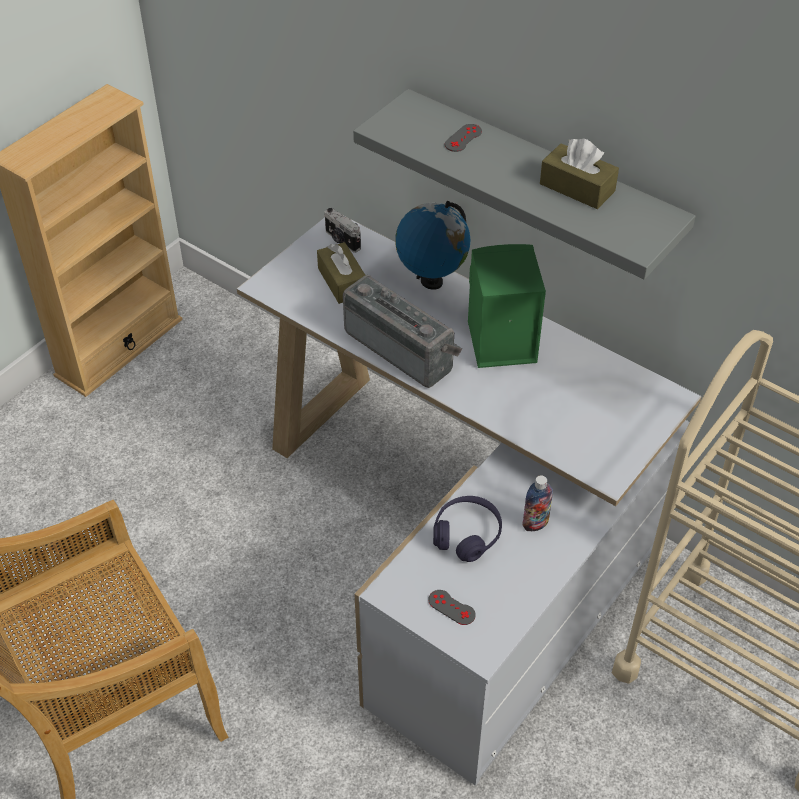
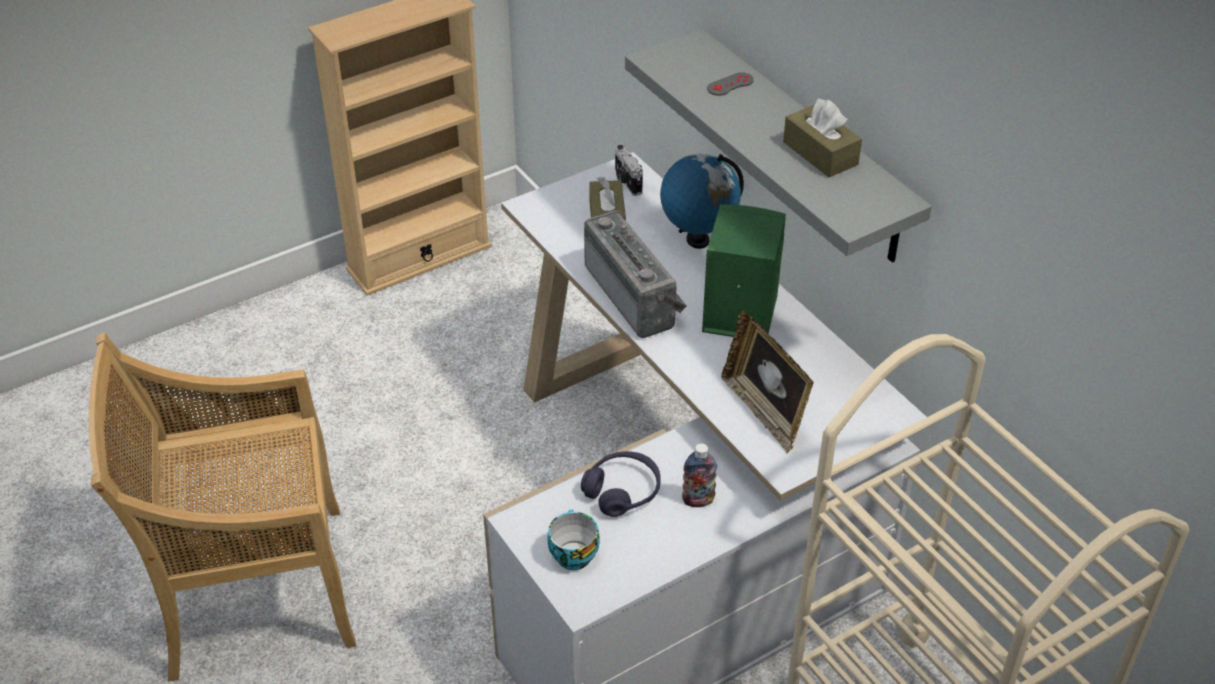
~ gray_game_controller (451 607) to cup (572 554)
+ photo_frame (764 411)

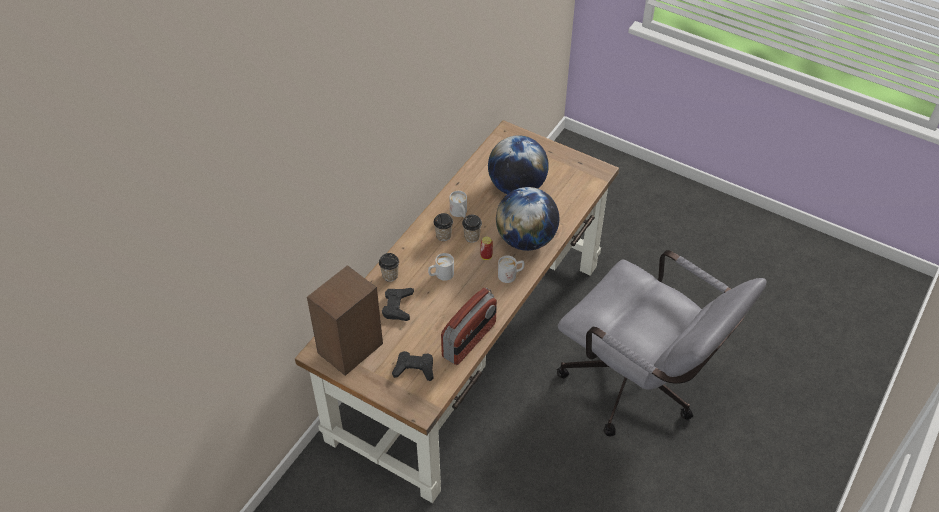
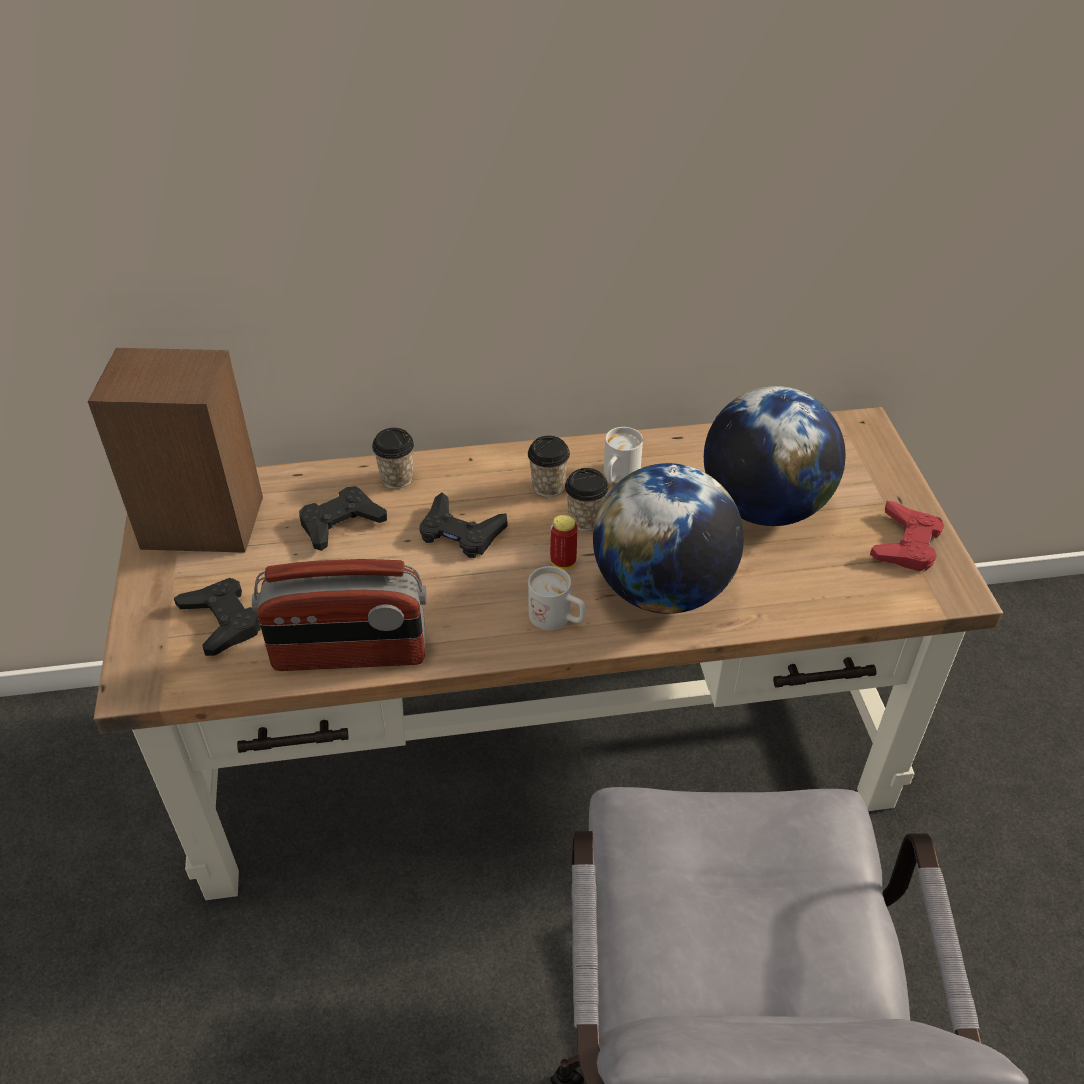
~ white_tea_mug (441 275) to black-coloured_game_controller (460 532)
+ red-coloured_game_controller (906 543)

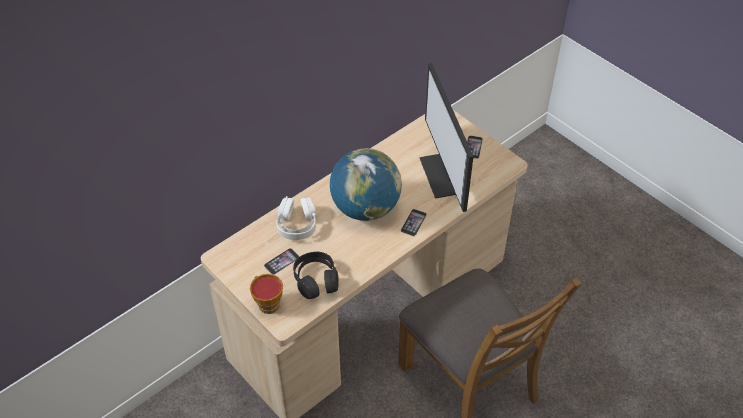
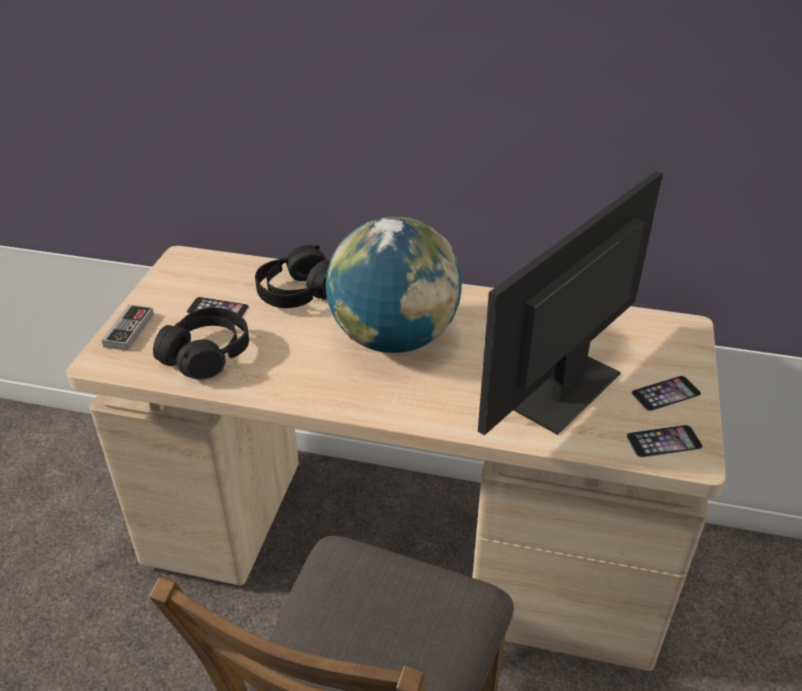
~ cup (267 303) to game_controller (129 330)
~ white_pair_of_headphones (297 225) to black-coloured_pair_of_headphones (298 292)
~ handset (413 222) to (664 441)

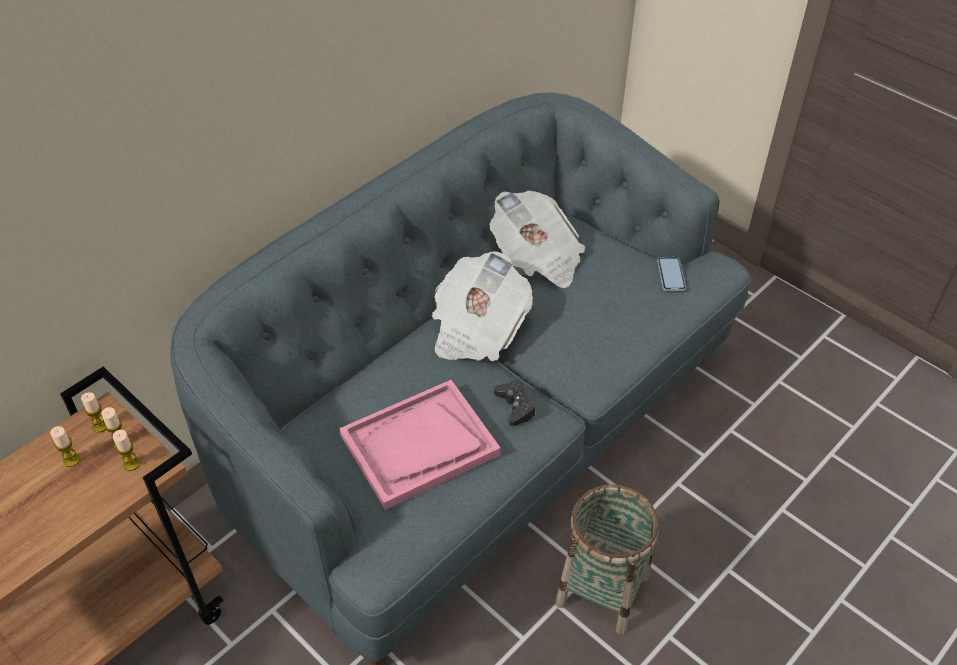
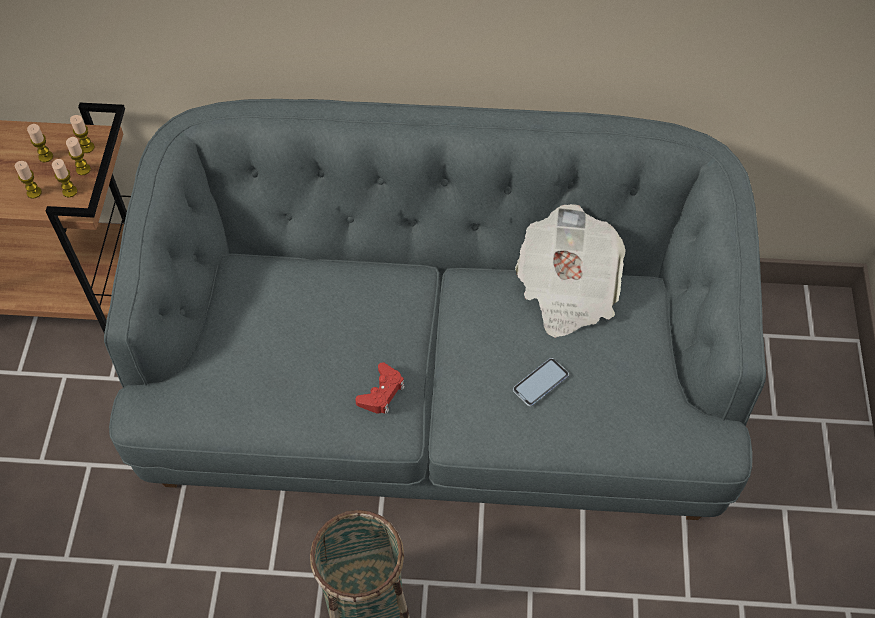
- pink-coloured_serving_tray (419 446)
- newspaper (477 328)
~ black-coloured_game_controller (515 406) to red-coloured_game_controller (381 393)
~ handset (671 275) to (540 383)
+ wax_candle (34 192)

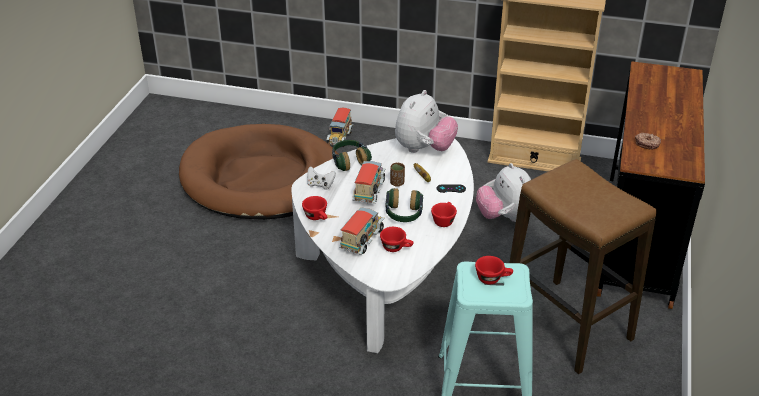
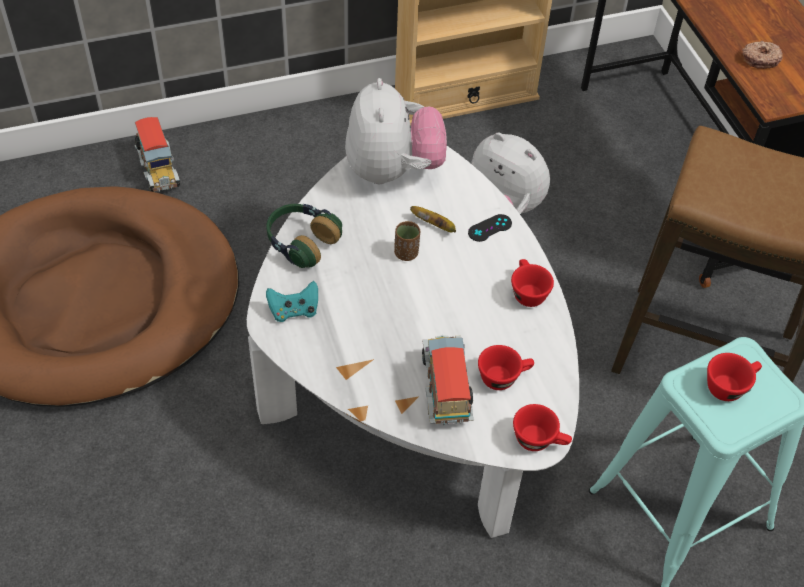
~ red-coloured_cup (317 217) to (539 440)
~ white_game_controller (320 185) to blue-green_game_controller (294 311)
- toy_truck (370 192)
- pair_of_headphones (403 214)

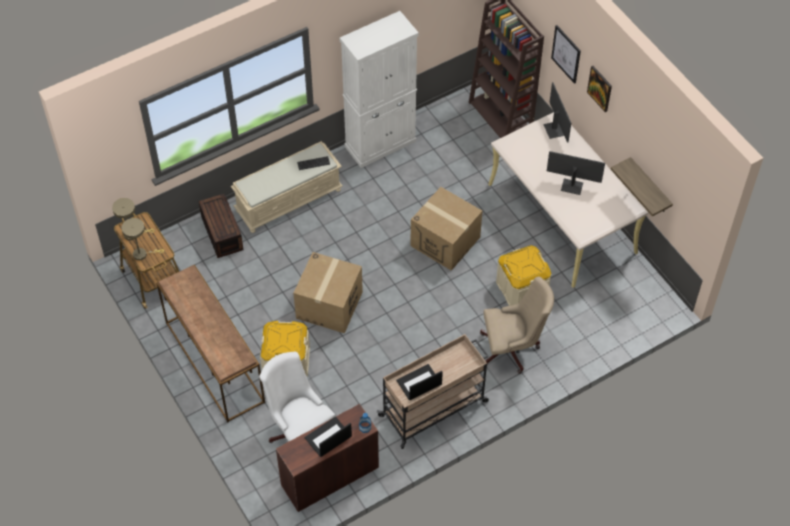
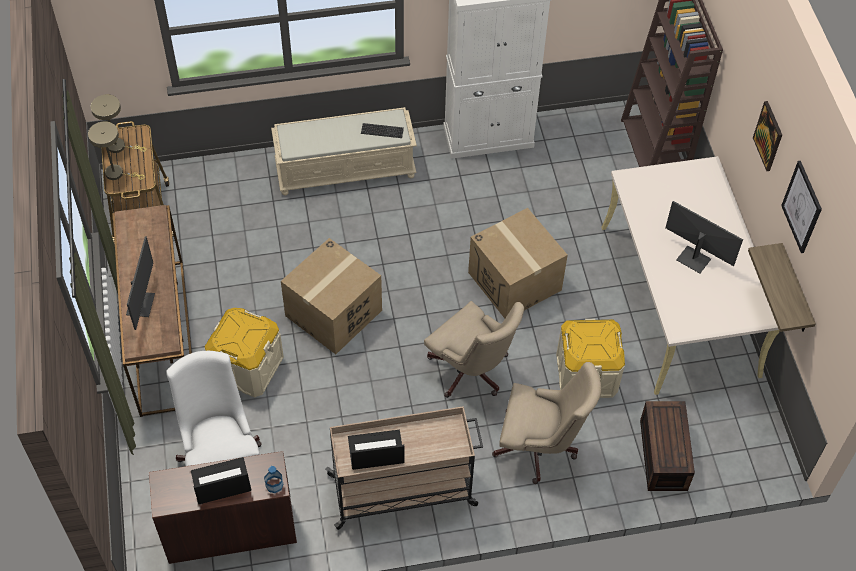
~ brown_storage_box (221 233) to (662 454)
~ monitor (554 129) to (141 304)
~ wall_art (566 54) to (802 207)
+ beige-coloured_desk_chair (472 372)

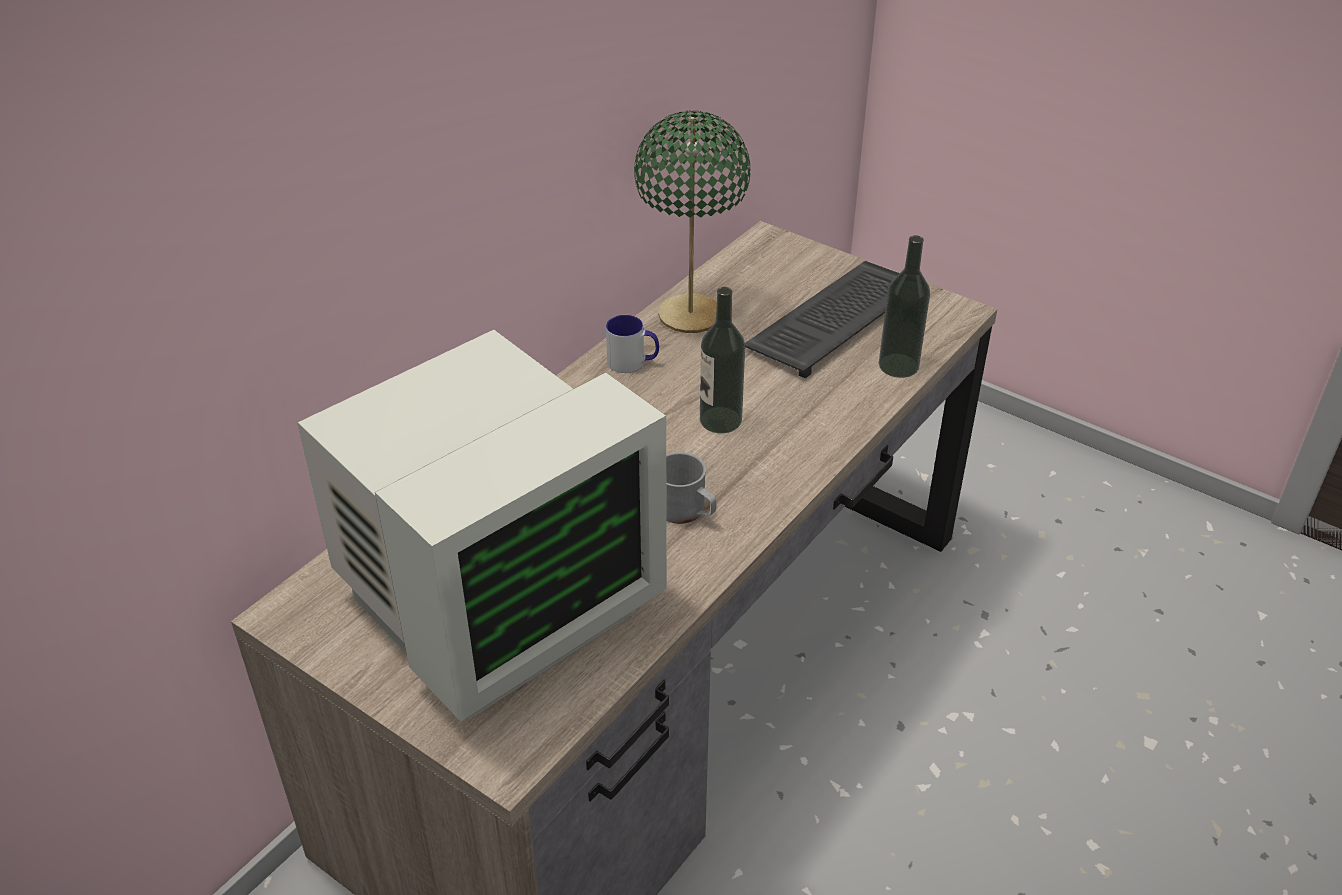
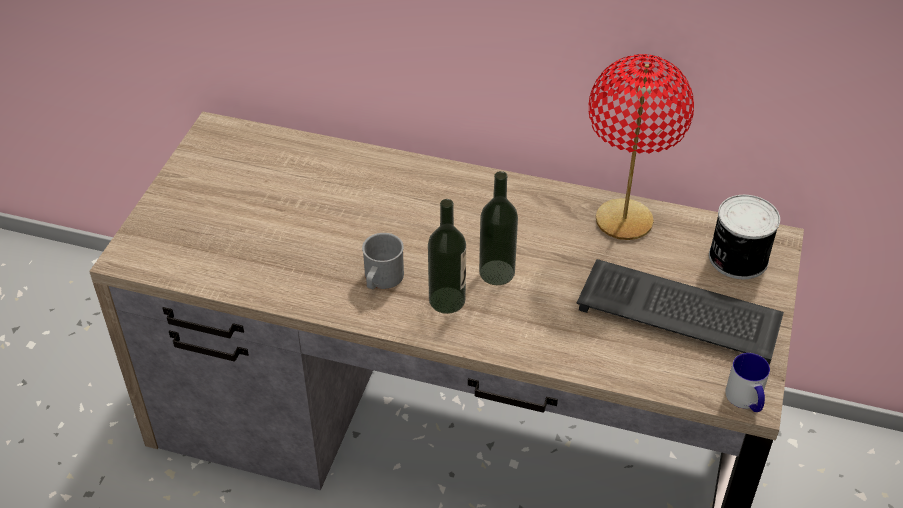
- monitor (493 604)
~ tea_mug (633 362) to (746 400)
~ green-coloured_tabletop_lamp (689 315) to red-coloured_tabletop_lamp (624 220)
~ bottle (898 365) to (447 300)
+ metal_can (736 257)

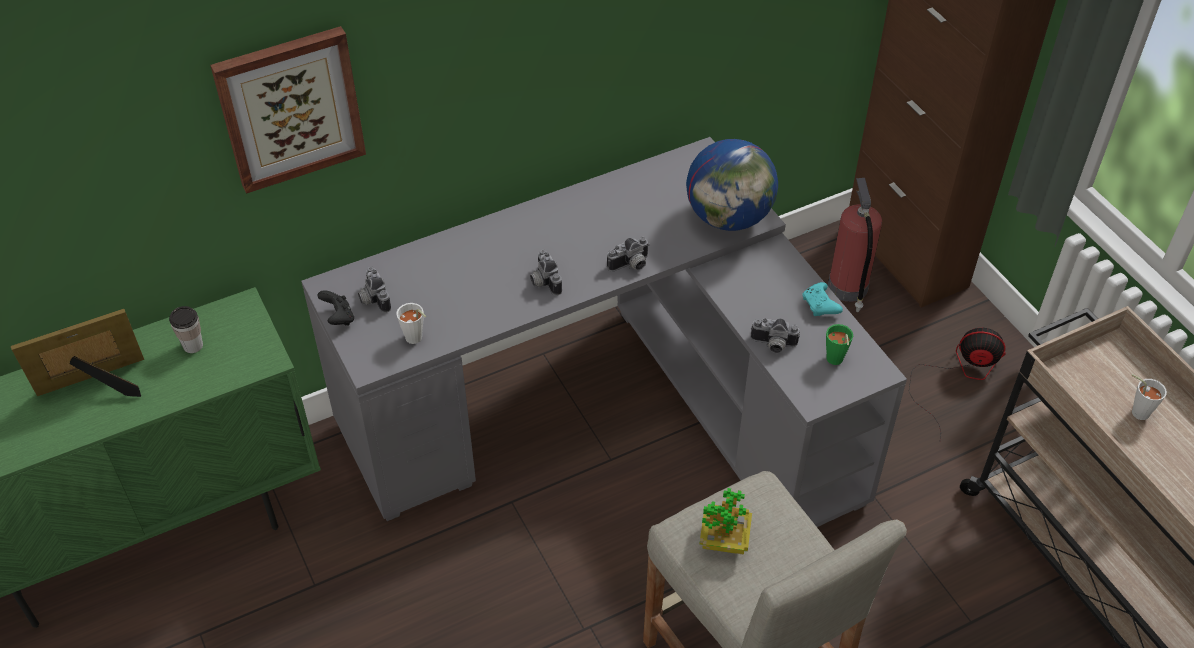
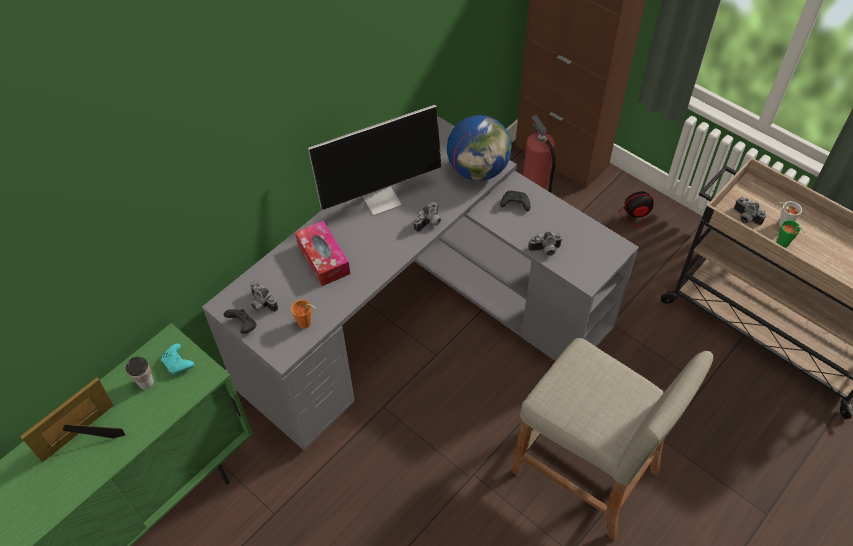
- wall_art (290 108)
~ white_cup (416 340) to orange_cup (307 324)
~ still_camera (543 281) to (745 218)
- plant_in_a_pot (724 539)
~ blue-green_game_controller (820 306) to (178 363)
~ green-coloured_cup (835 361) to (784 245)
+ tissue_box (323 259)
+ monitor (382 198)
+ black-coloured_game_controller (514 204)

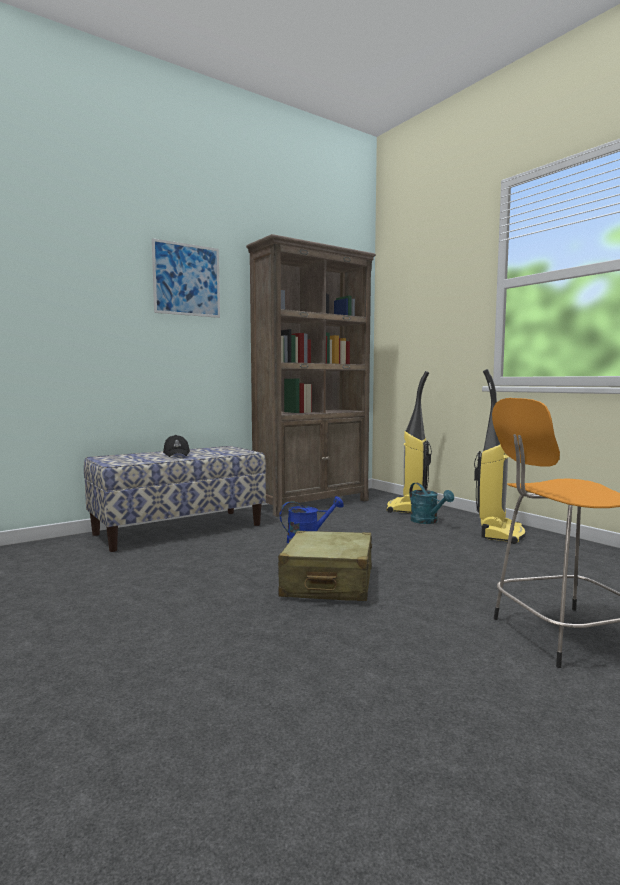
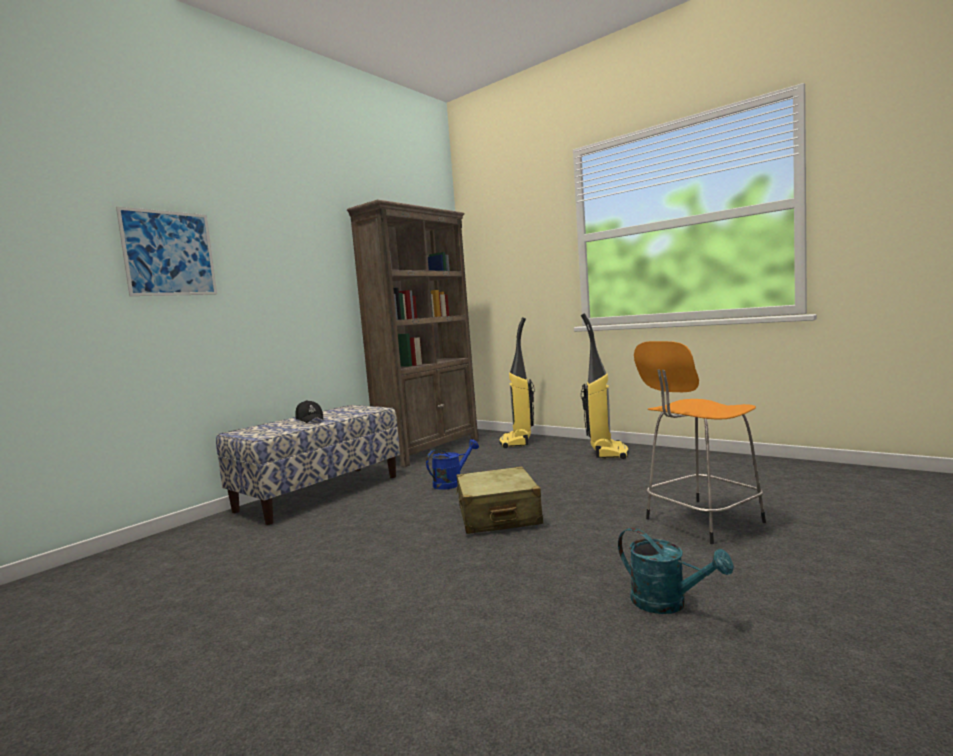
~ wall_art (187 280) to (169 253)
~ blue-green_watering_can (427 521) to (668 603)

